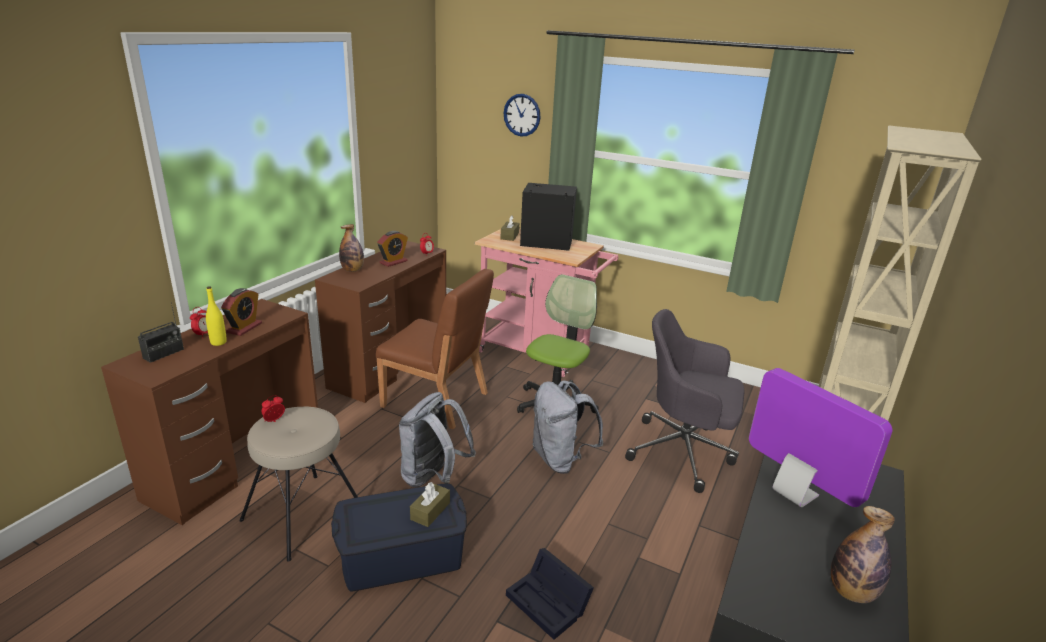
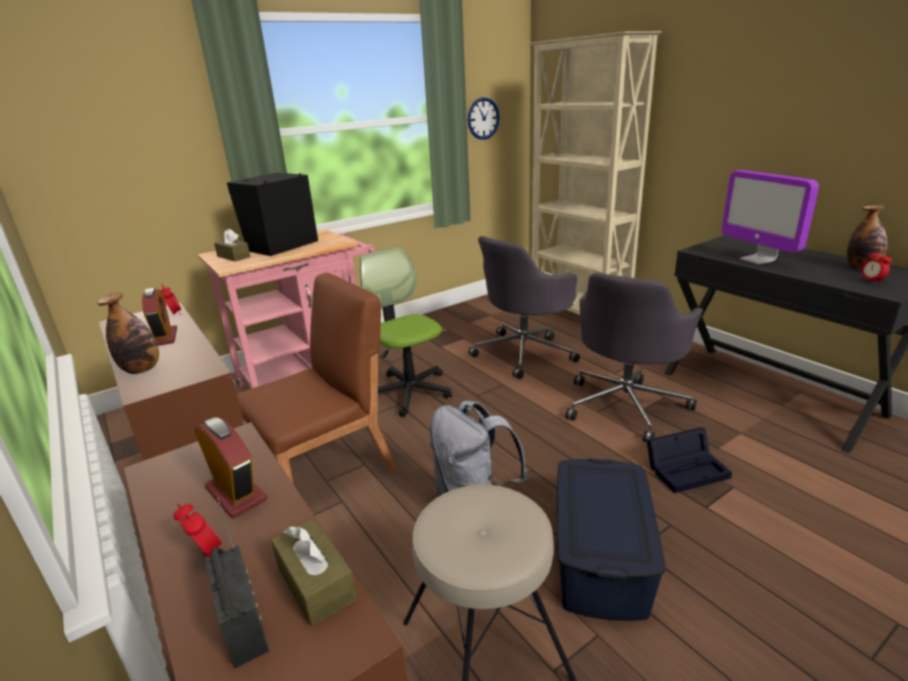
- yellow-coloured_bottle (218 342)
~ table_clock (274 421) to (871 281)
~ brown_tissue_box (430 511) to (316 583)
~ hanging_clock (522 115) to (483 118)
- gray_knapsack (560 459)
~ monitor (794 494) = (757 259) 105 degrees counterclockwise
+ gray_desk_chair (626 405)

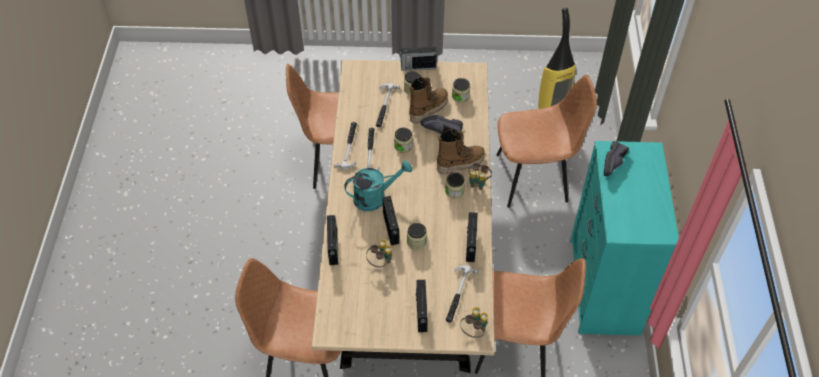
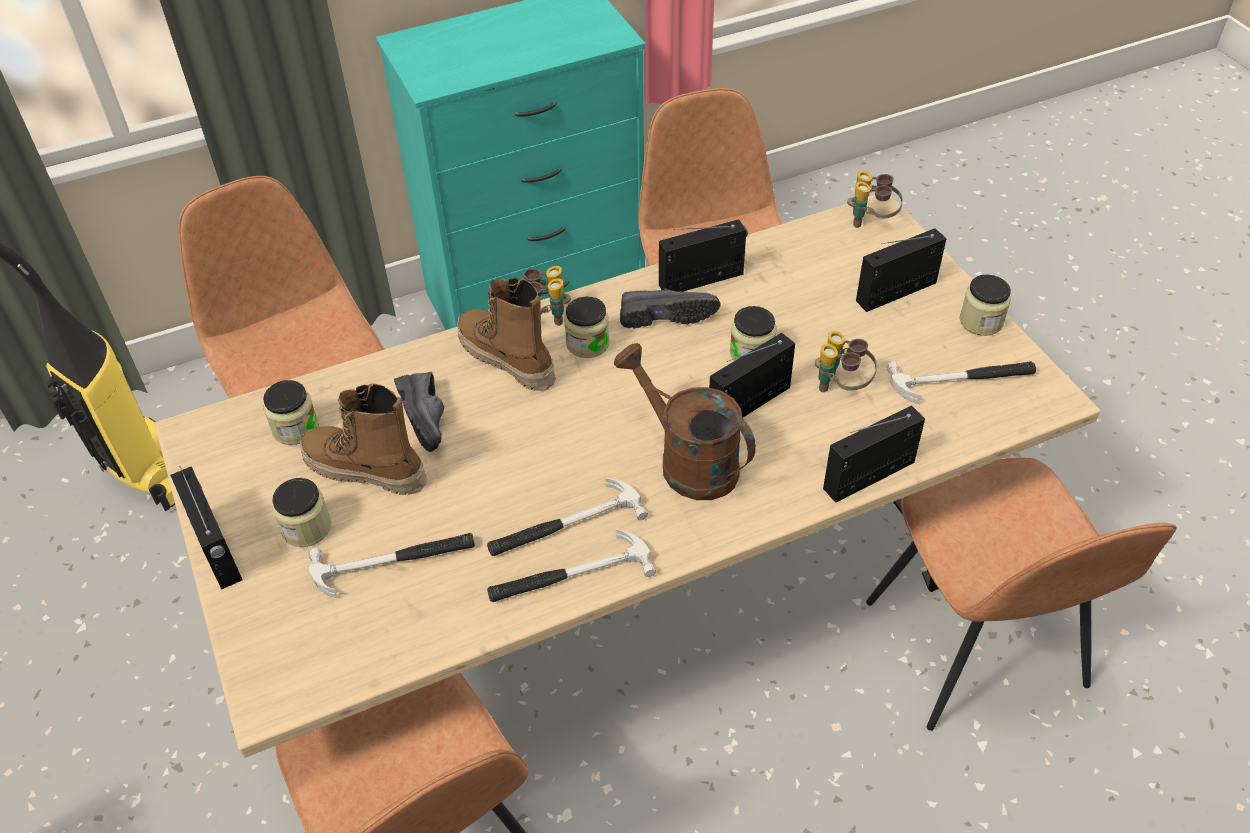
~ blue-green_watering_can (375 197) to brown_watering_can (687 461)
~ storage_jar (403 146) to (981 321)
~ hammer (458 294) to (962 380)
~ black-coloured_low_shoe (614 164) to (666 315)

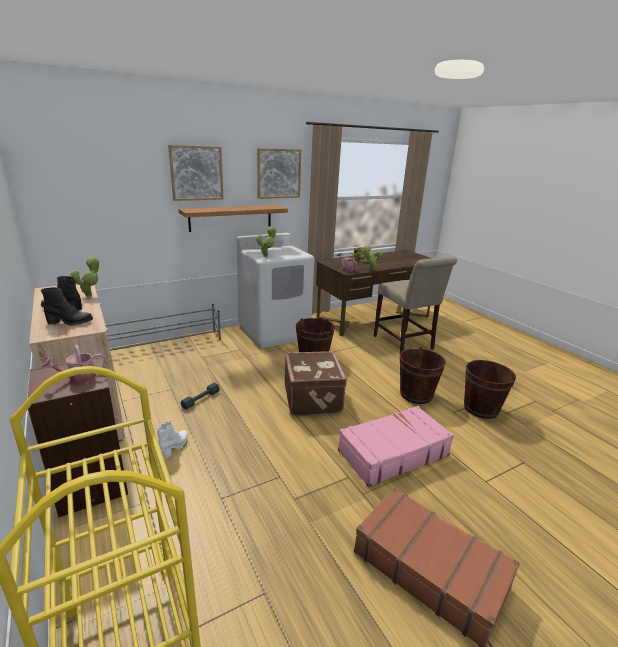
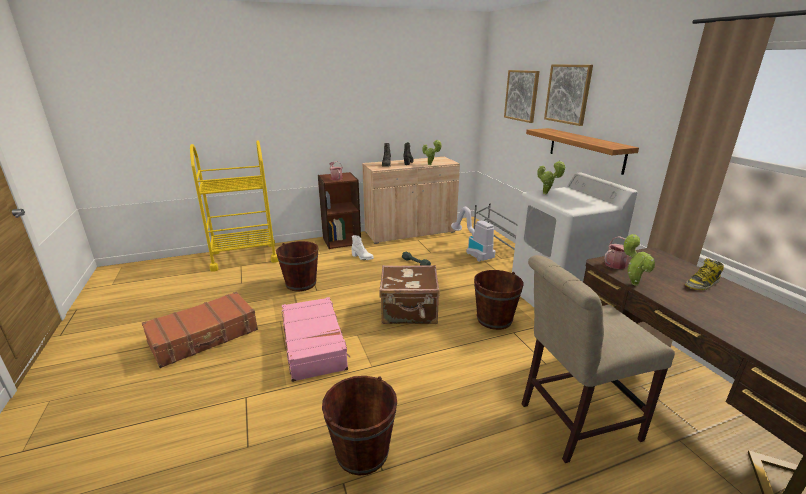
~ wall_art (278 173) to (521 95)
~ brown_pail (416 394) to (301 284)
+ vacuum_cleaner (473 252)

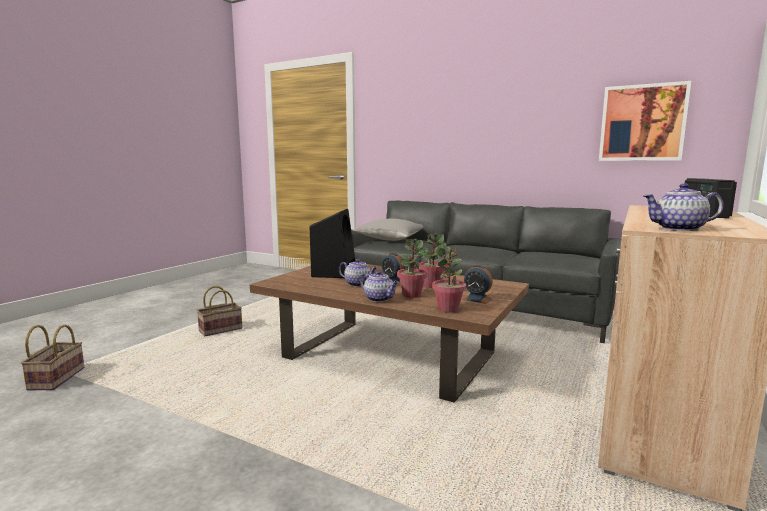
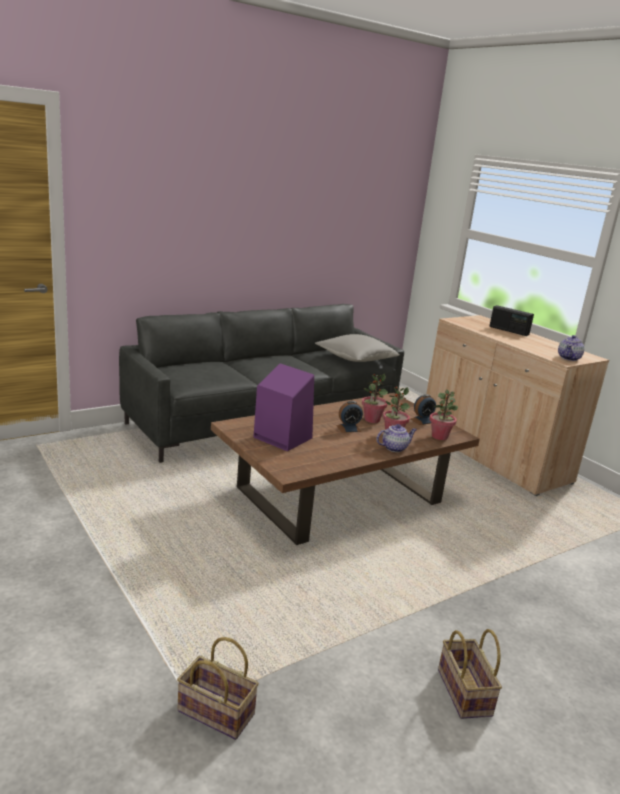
~ basket (221 329) to (462 691)
~ black-coloured_loudspeaker (334 273) to purplish_loudspeaker (281 437)
- teapot (358 284)
~ gray_throw_pillow (389 239) to (355 359)
- wall_art (642 123)

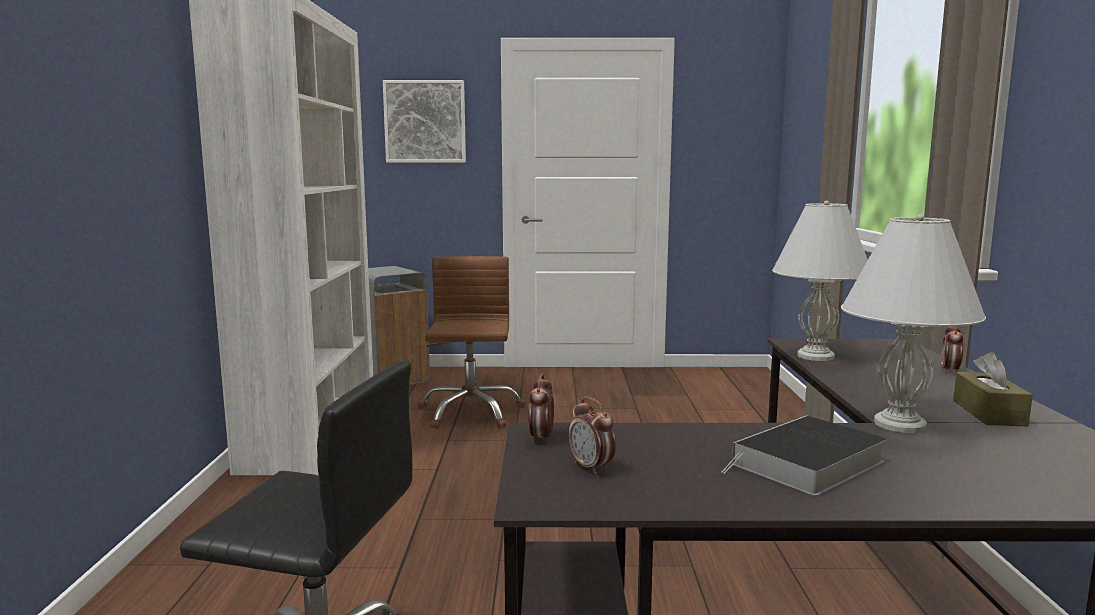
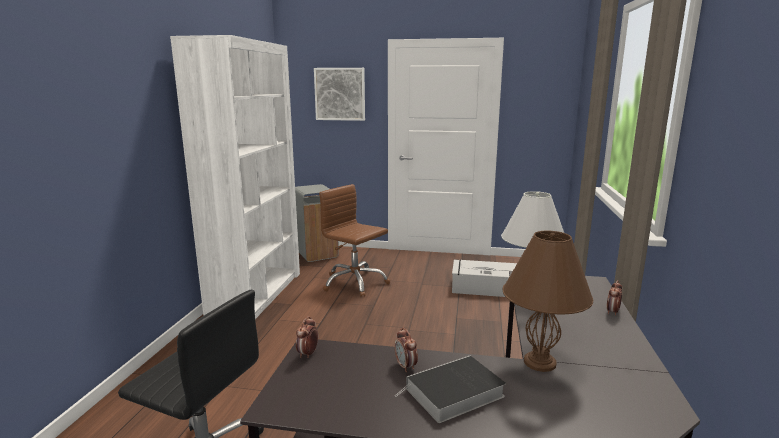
~ brown_desk_chair (470 412) = (354 283) 60 degrees counterclockwise
~ table_clock (591 467) to (405 366)
~ white_tabletop_lamp (901 424) to brown_tabletop_lamp (540 362)
- brown_tissue_box (989 413)
+ gray_storage_box (485 287)

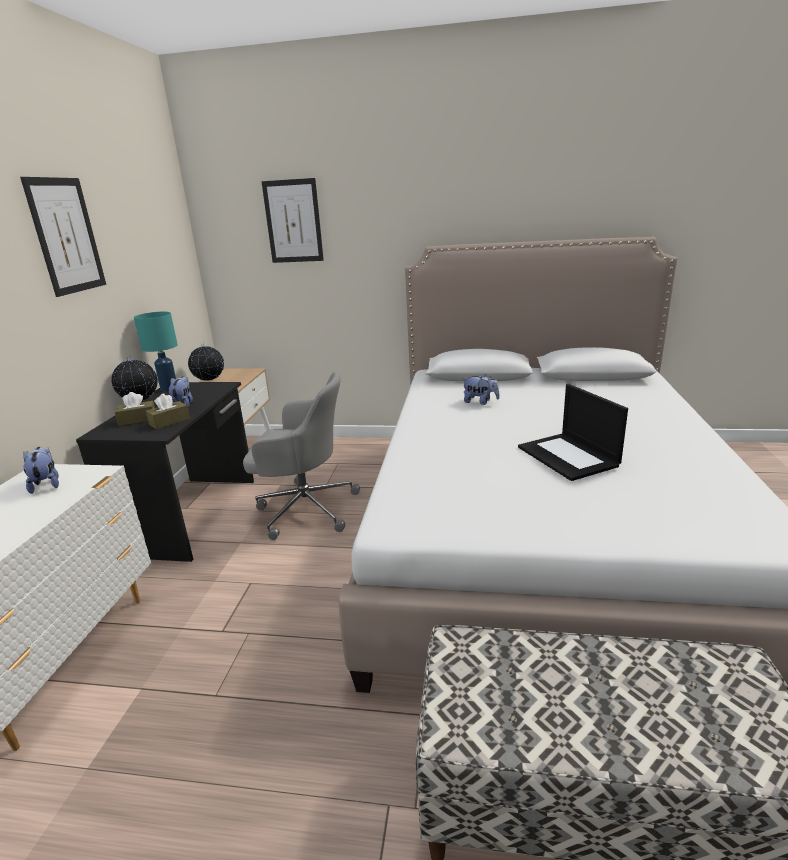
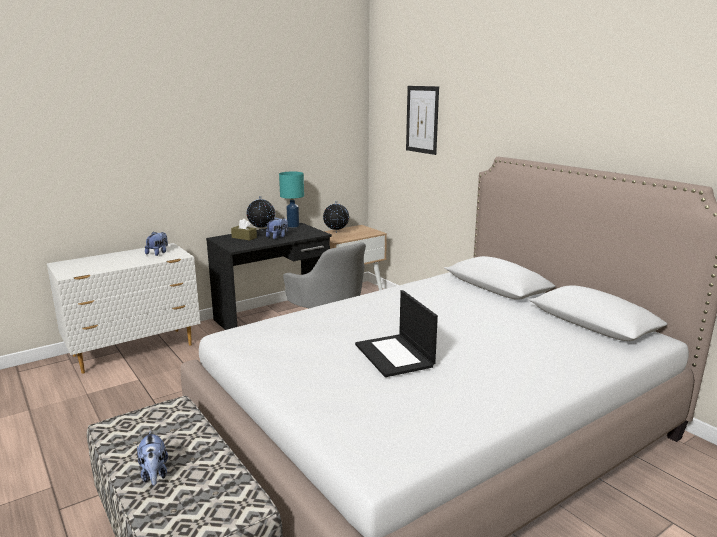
- wall_art (66 236)
- brown_tissue_box (169 421)
~ cuddly_toy (480 402) to (154 474)
~ laptop (569 456) = (395 355) 45 degrees counterclockwise

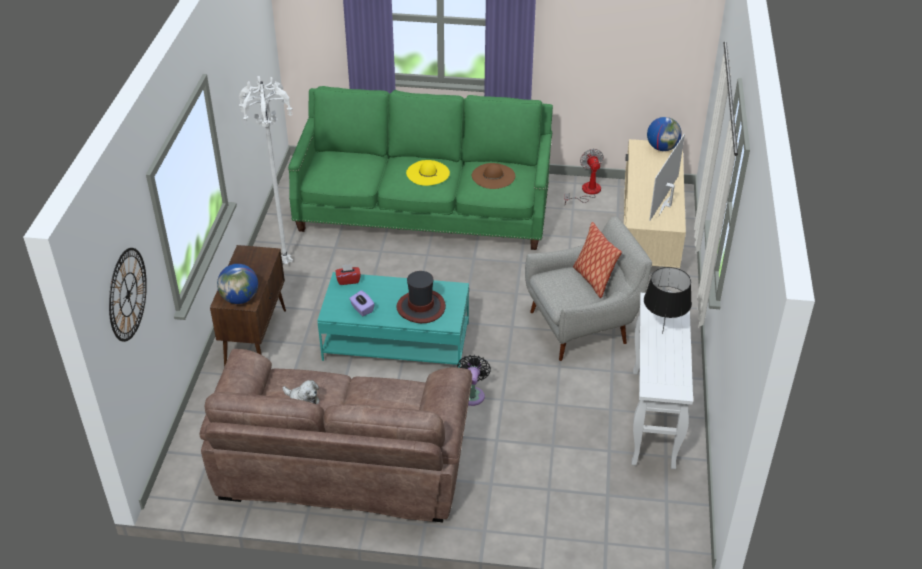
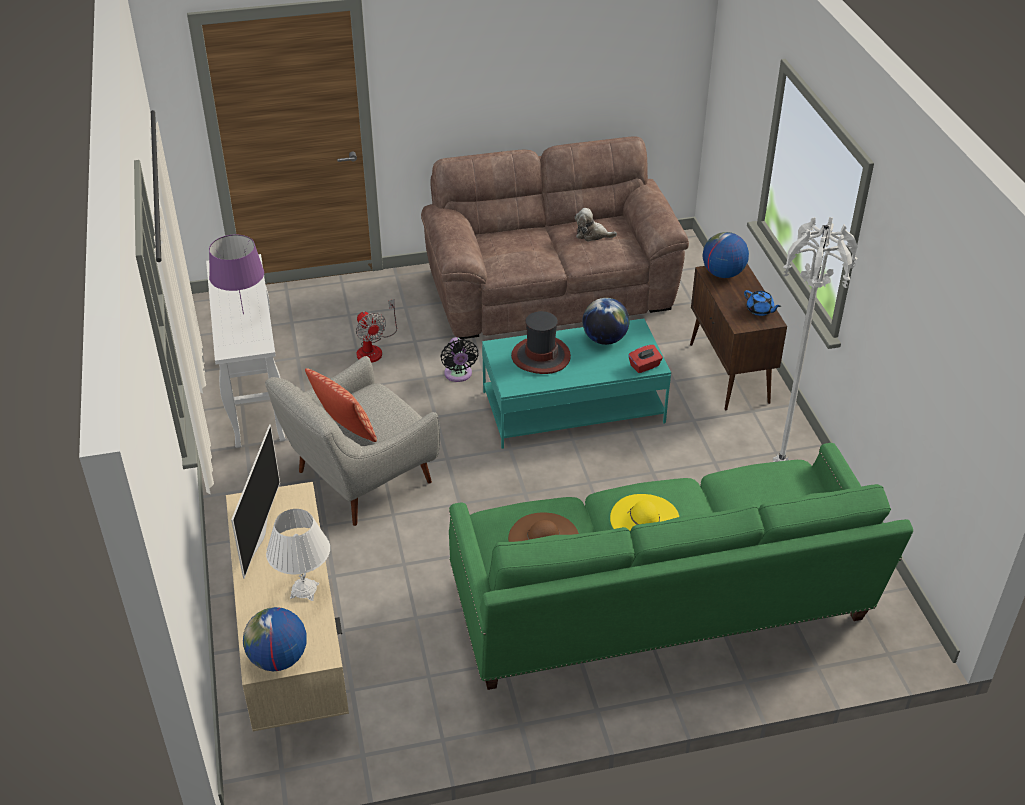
- hanging_clock (127 294)
~ purplish_tissue_box (362 309) to desk_globe (604 339)
~ cooling_fan (586 192) to (374 348)
~ black-coloured_tabletop_lamp (662 333) to purplish_tabletop_lamp (243 314)
+ white_tabletop_lamp (304 591)
+ blue-coloured_teapot (760 310)

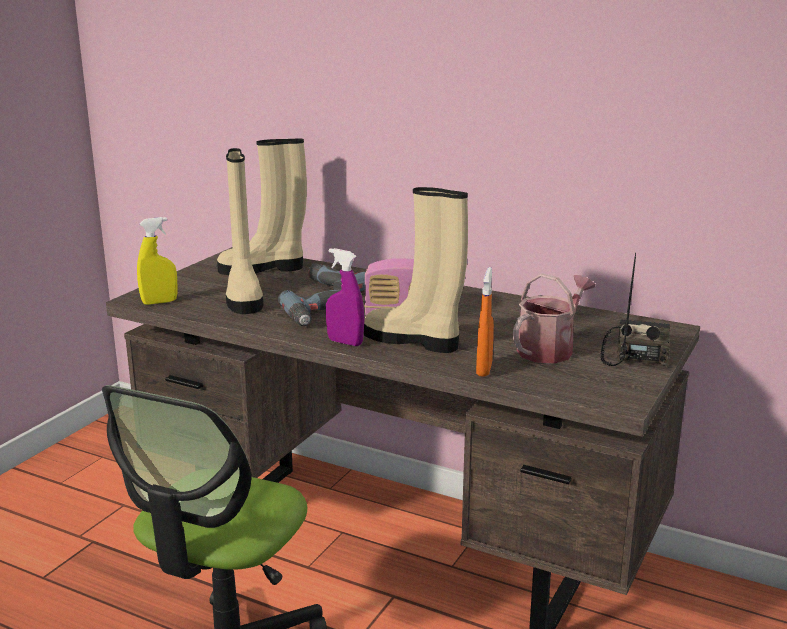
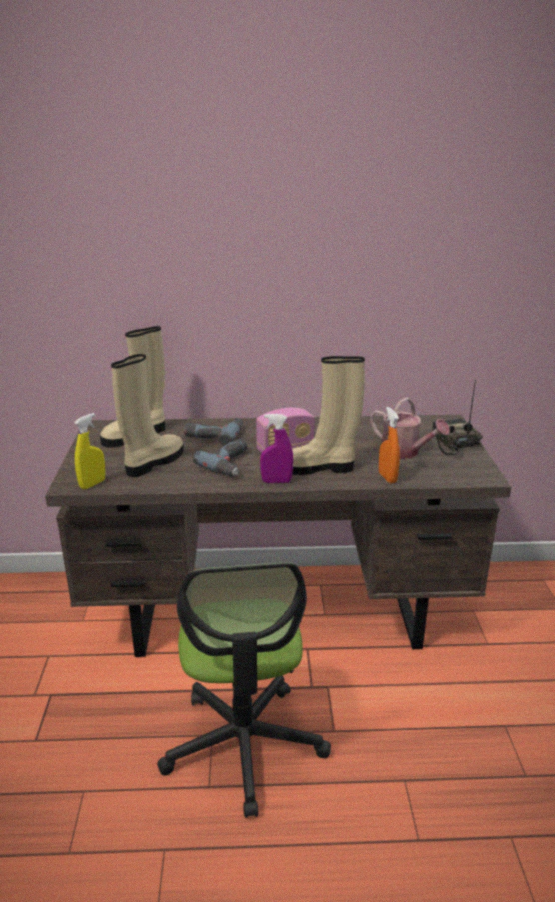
~ beige-coloured_boot (244 296) = (153 462) 105 degrees counterclockwise
~ watering_can (549 349) = (405 452) 120 degrees clockwise

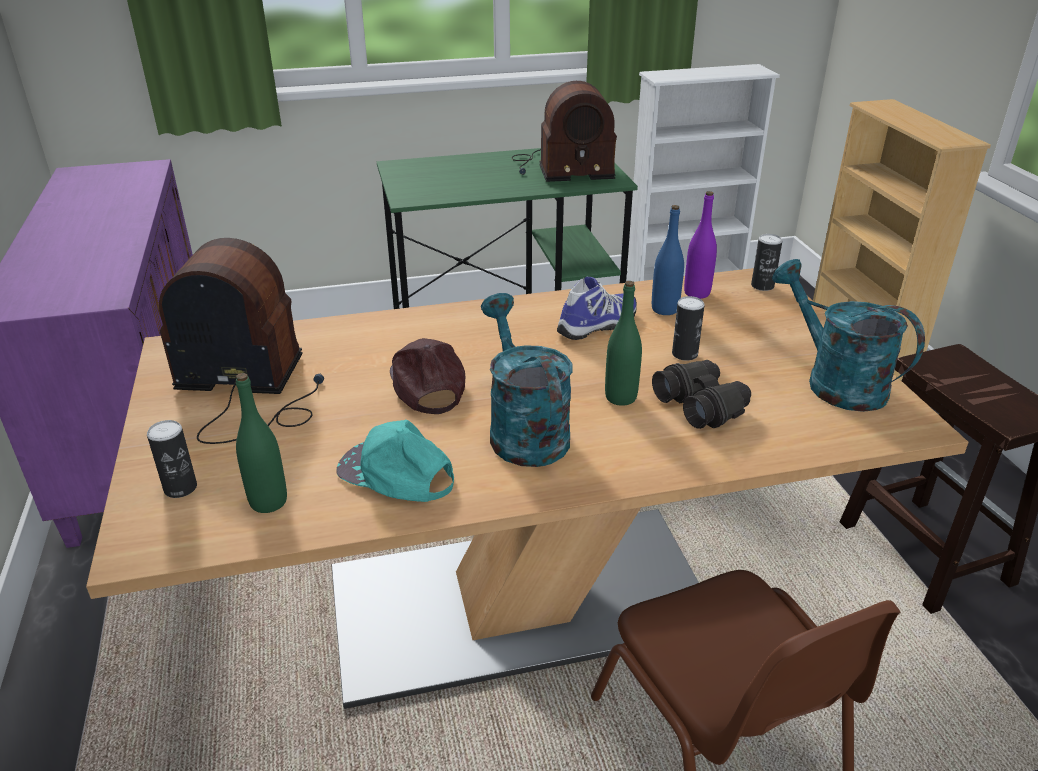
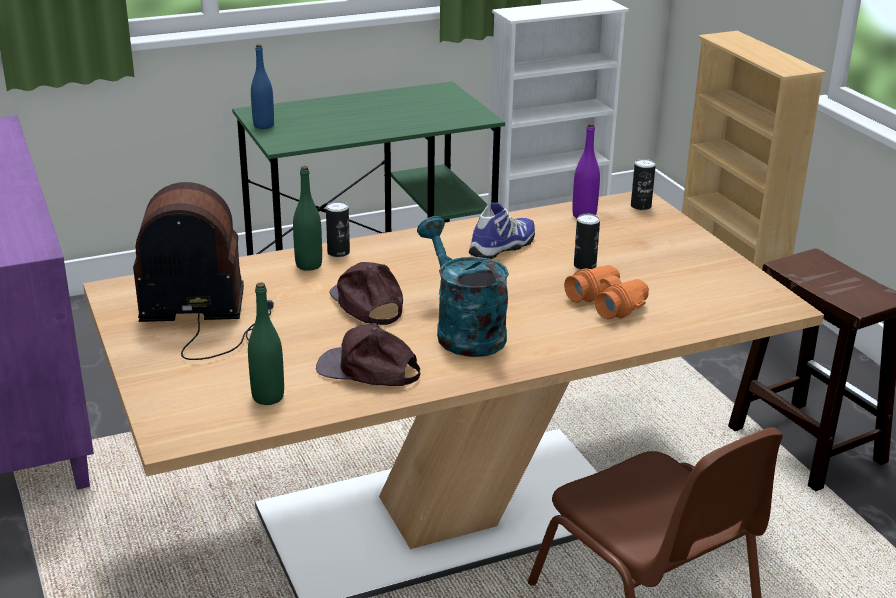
~ metal_can (180 488) to (338 252)
~ blue-green_baseball_cap (396 474) to brown_baseball_cap (368 370)
- radio_receiver (561 168)
~ green-coloured_bottle (620 397) to (308 265)
~ blue-coloured_bottle (664 309) to (263 125)
~ black-coloured_binoculars (701 405) to orange_binoculars (607 303)
- blue-green_watering_can (834 381)

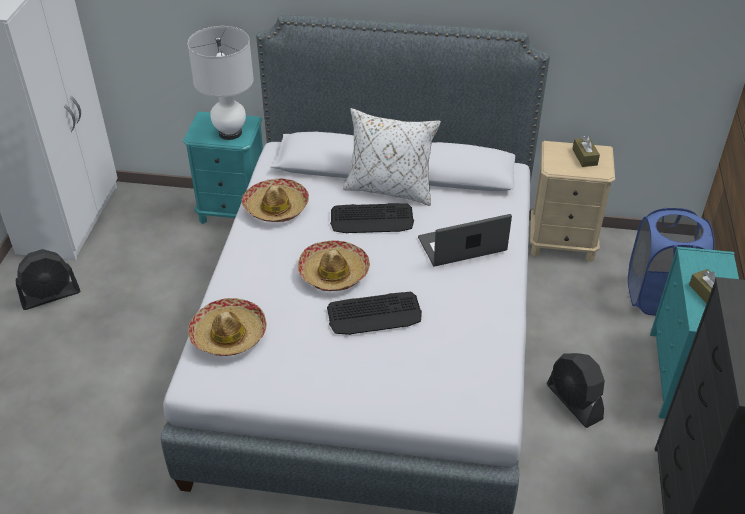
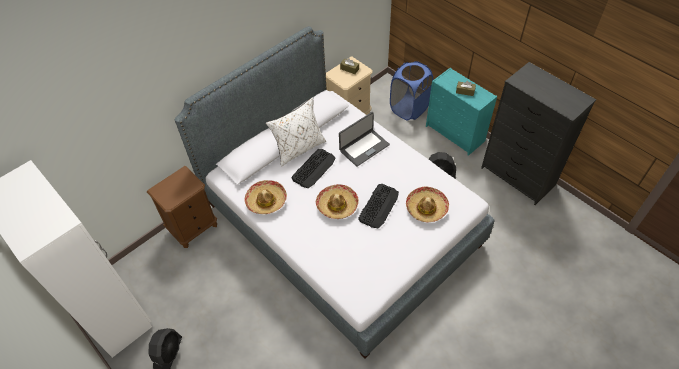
~ blue-green_bedside_table (233 211) to brown_bedside_table (193 228)
- white_tabletop_lamp (230 133)
~ clothing_hat (229 334) to (426 208)
~ laptop (462 246) = (364 147) 150 degrees counterclockwise

